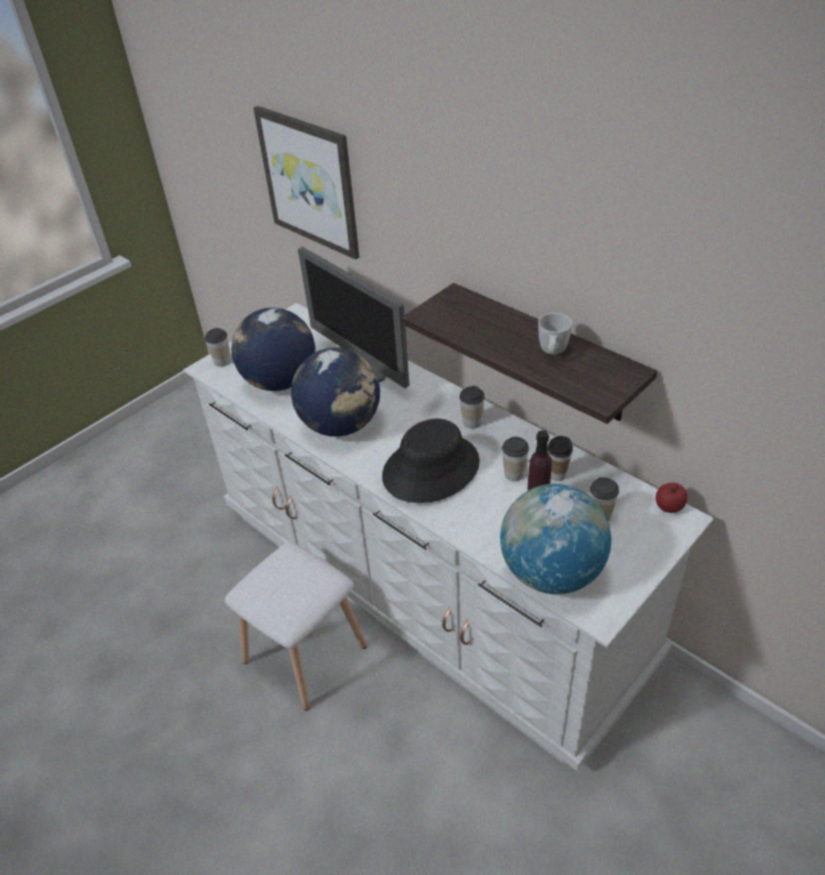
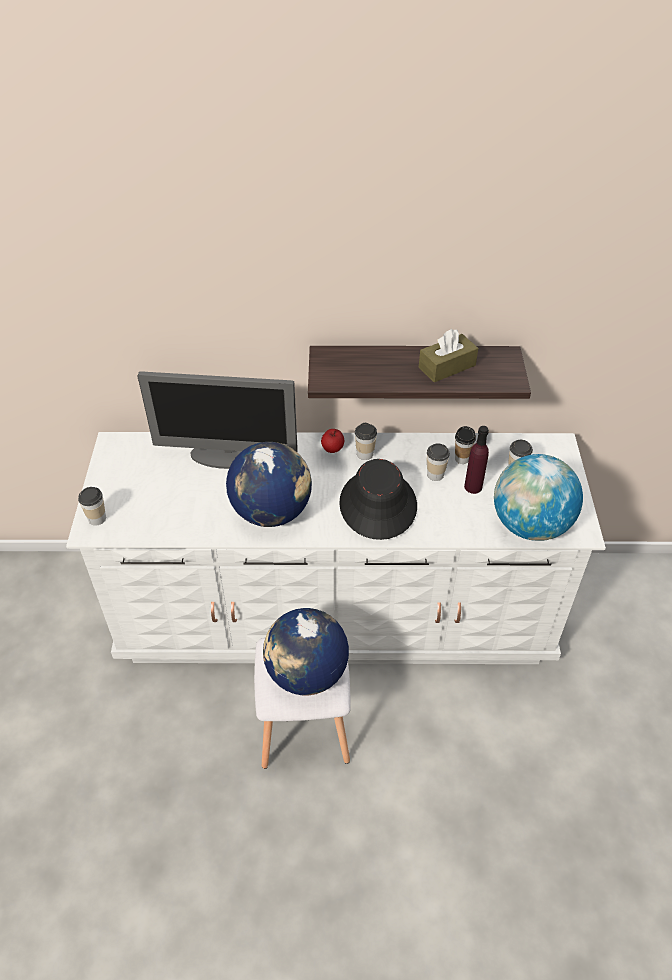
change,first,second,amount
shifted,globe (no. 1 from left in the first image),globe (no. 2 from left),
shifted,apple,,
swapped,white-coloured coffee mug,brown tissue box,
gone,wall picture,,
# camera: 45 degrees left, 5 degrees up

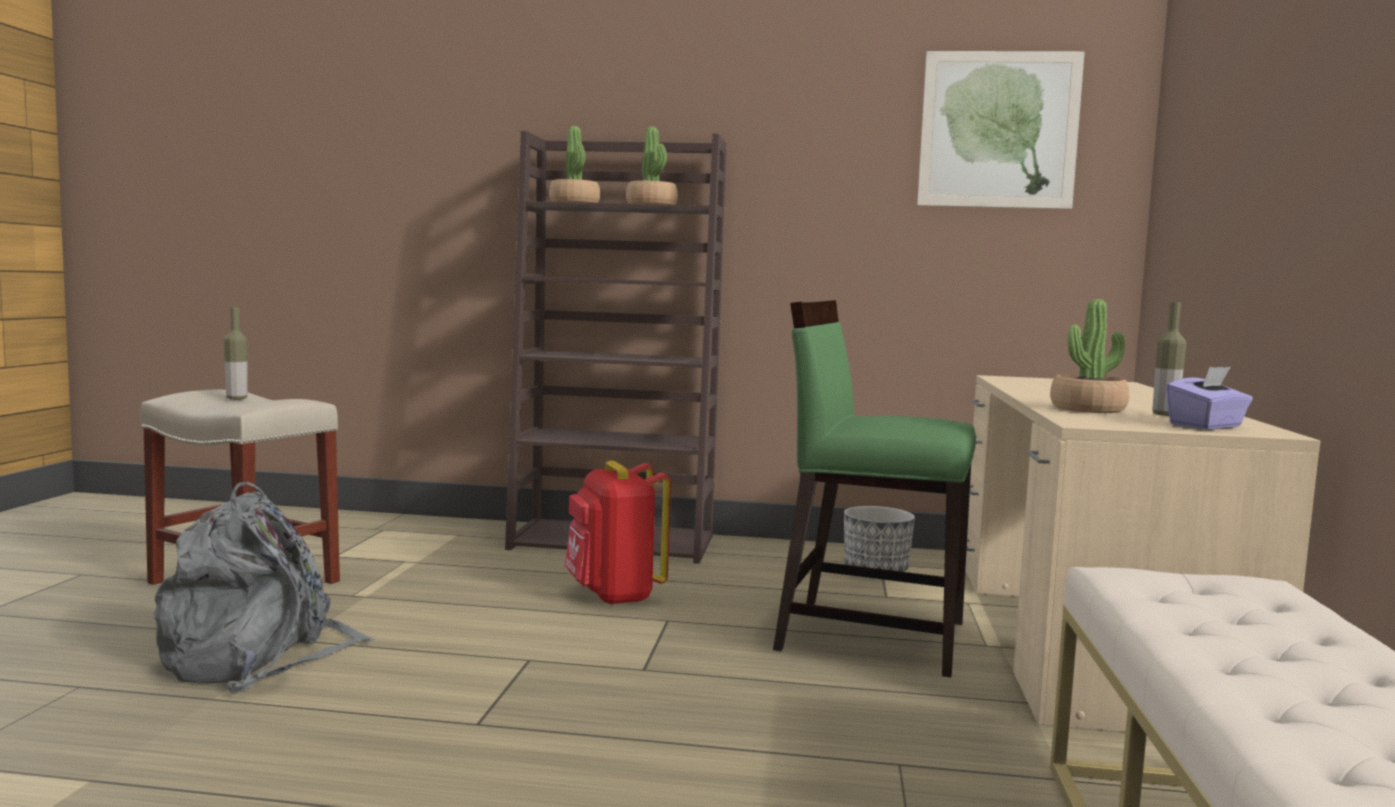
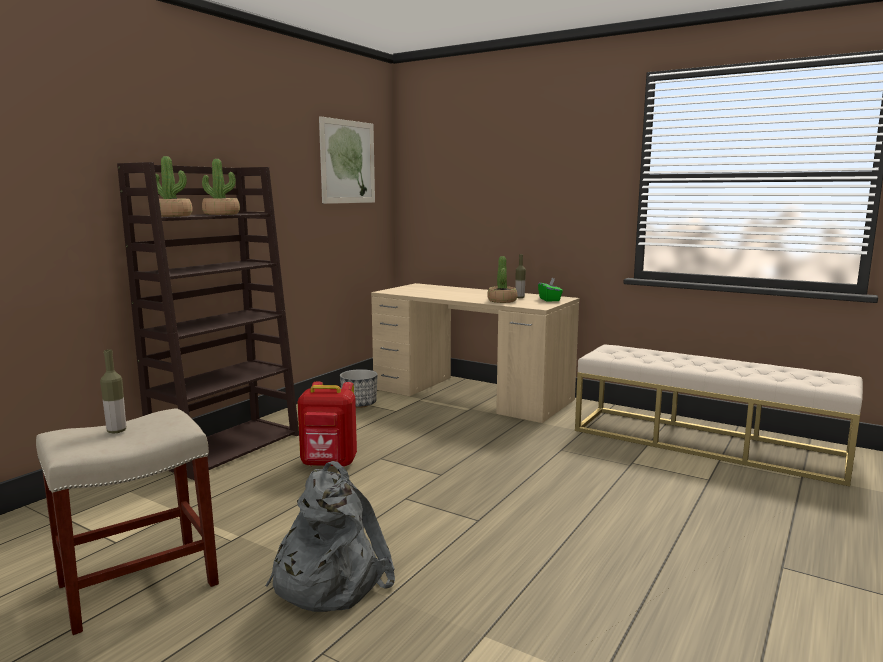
change,first,second,amount
repainted,purple tissue box,green tissue box,
gone,green chair,,
# camera: 65 degrees left, 5 degrees up

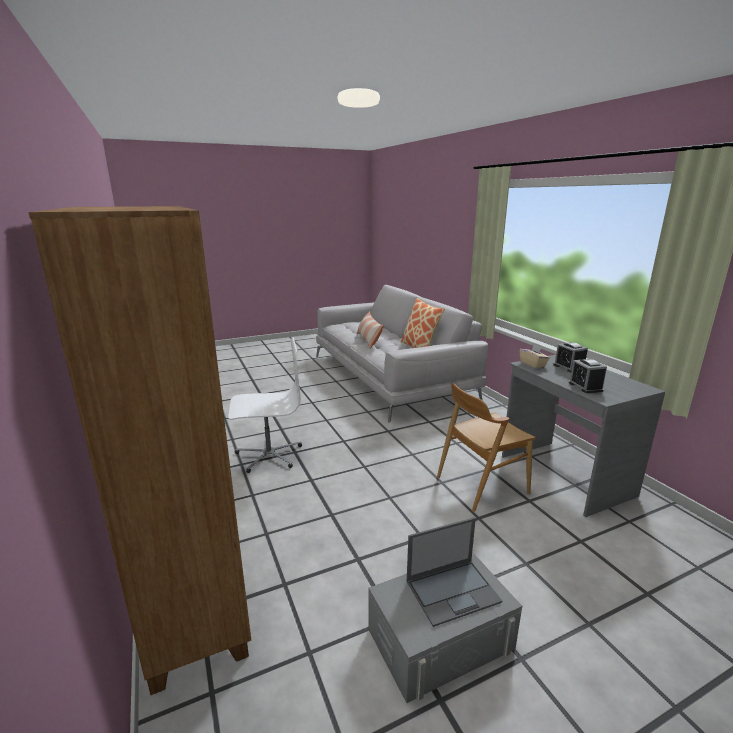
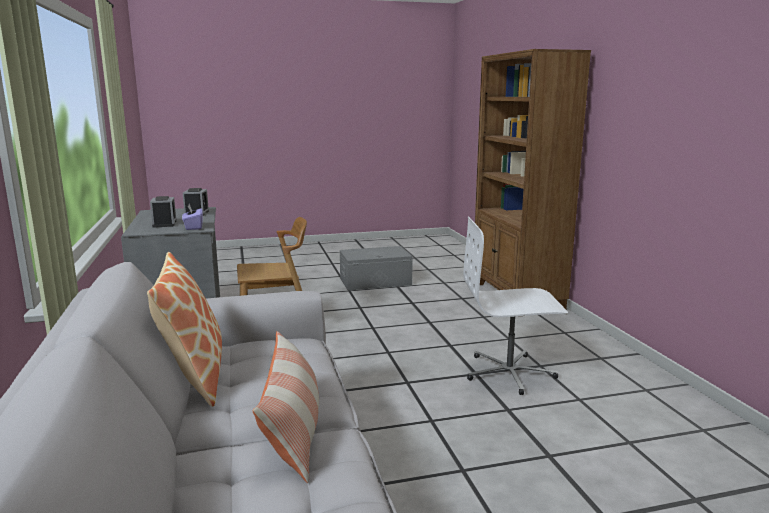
change,first,second,amount
repainted,sand-coloured tissue box,purple tissue box,
gone,notebook computer,,
# camera: 170 degrees left, 5 degrees down

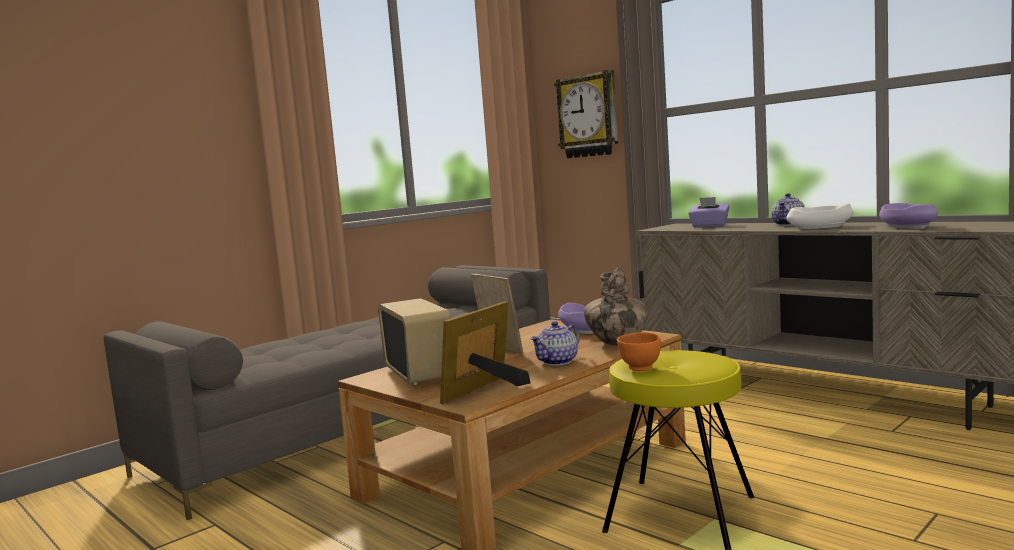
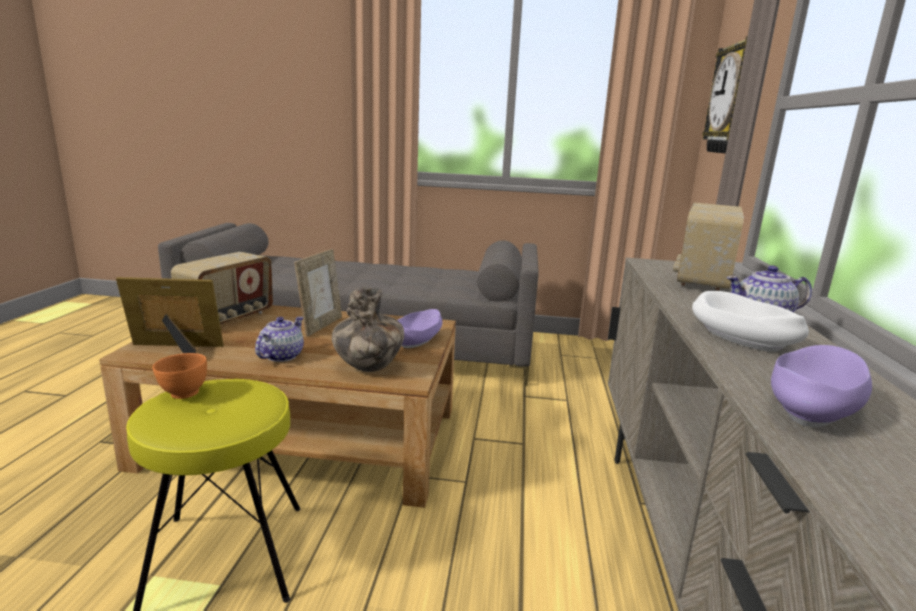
change,first,second,amount
rotated,teapot (no. 1 from left),,105 degrees clockwise
swapped,purple tissue box,radio (no. 2 from left),
# camera: 50 degrees right, 10 degrees up

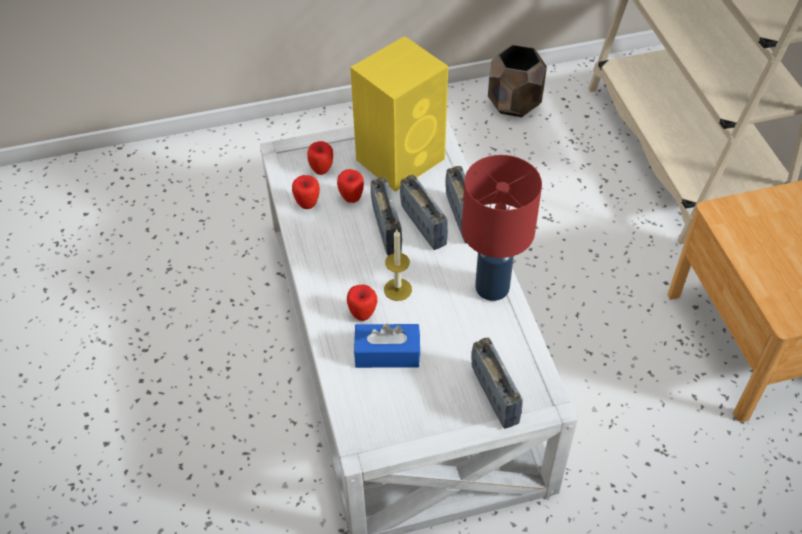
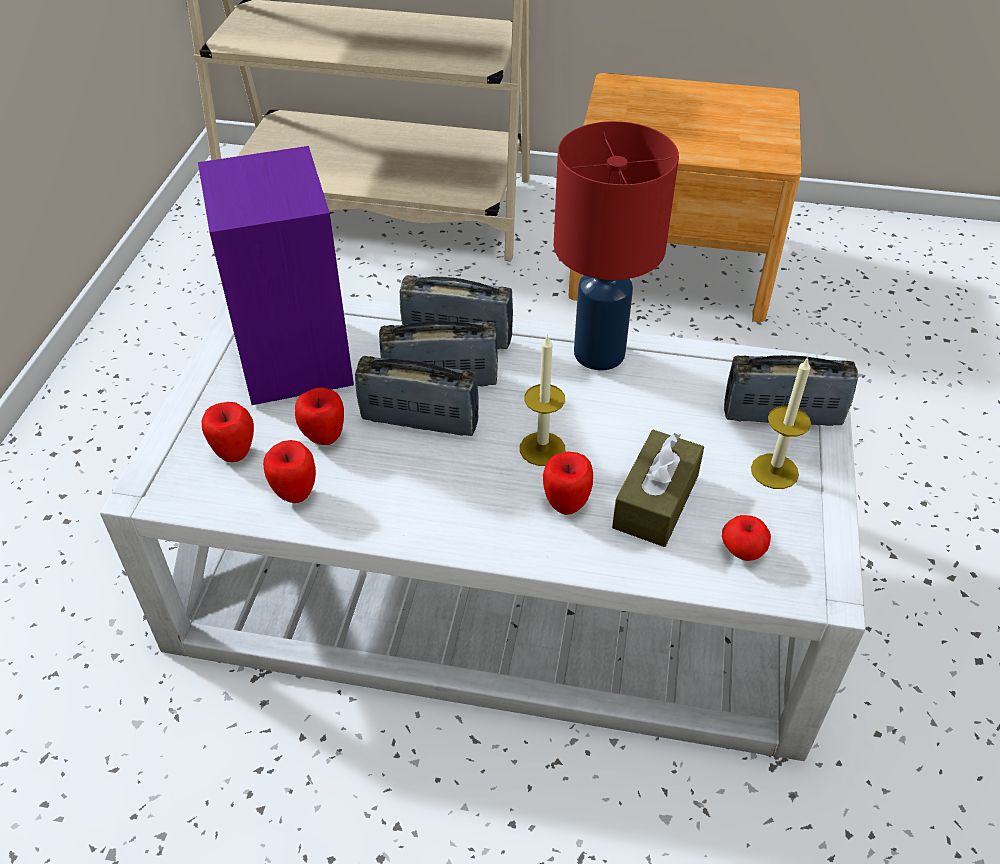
change,first,second,amount
repainted,yellow speaker,purple speaker,
repainted,blue-coloured tissue box,brown tissue box,
new,,apple (no. 5 from left),
new,,wax light (no. 2 from left),
gone,brown plant pot,,
# camera: 65 degrees left, 5 degrees down

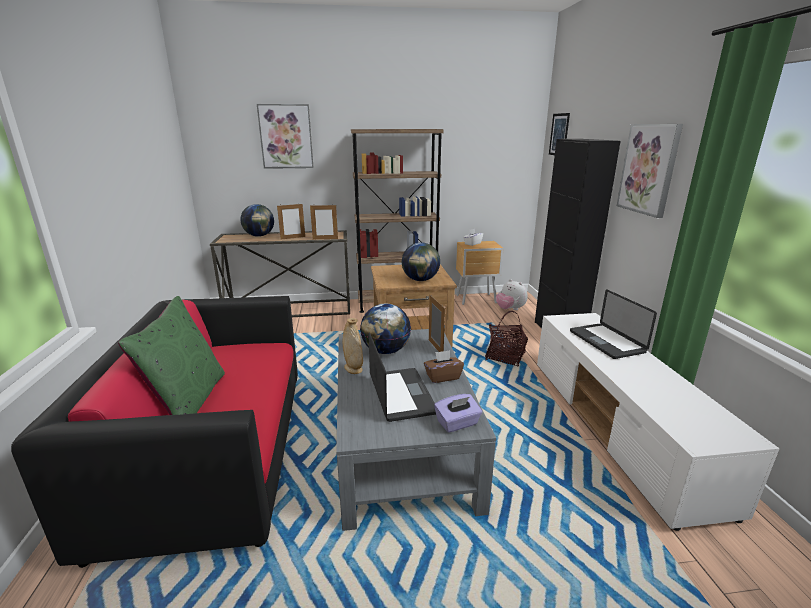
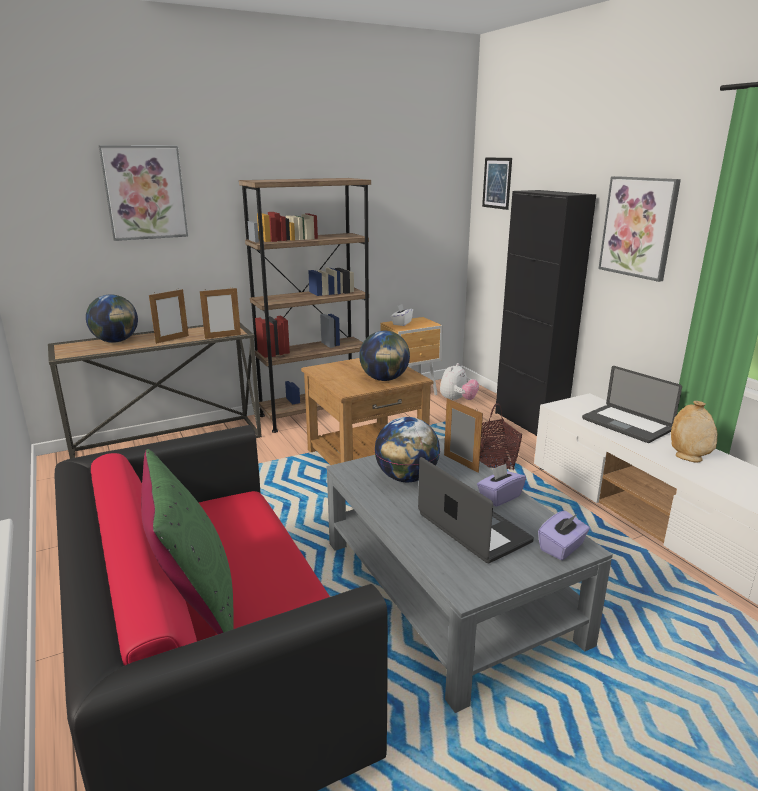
change,first,second,amount
rotated,soft toy,,90 degrees counterclockwise
repainted,brown tissue box,purple tissue box (no. 1 from left),
shifted,sand-coloured vase,,
# camera: 20 degrees left, 0 degrees up

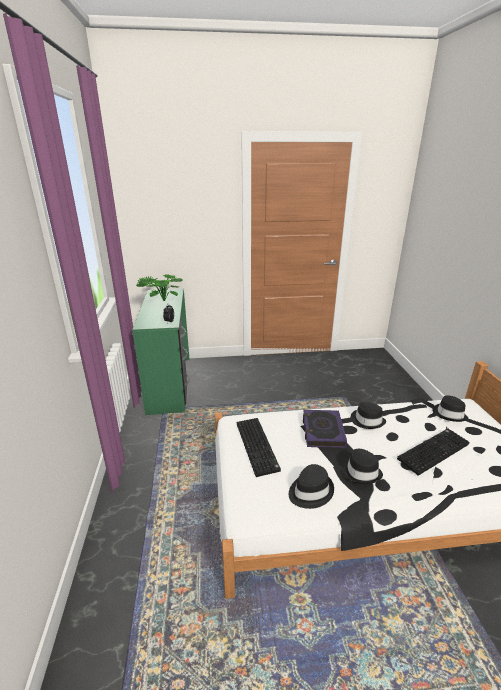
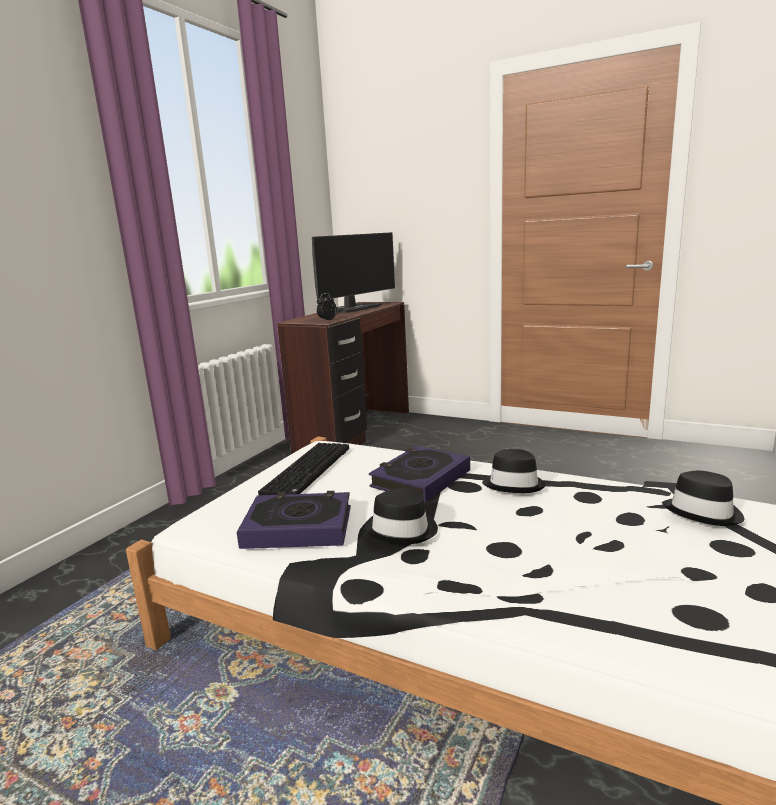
change,first,second,amount
swapped,black-coloured clothing hat (no. 1 from left),bound book (no. 1 from left),
repainted,green desk unit,brown desk unit,
swapped,plant in a pot,computer display,
gone,PC keyboard (no. 2 from left),,
# camera: 35 degrees right, 10 degrees down

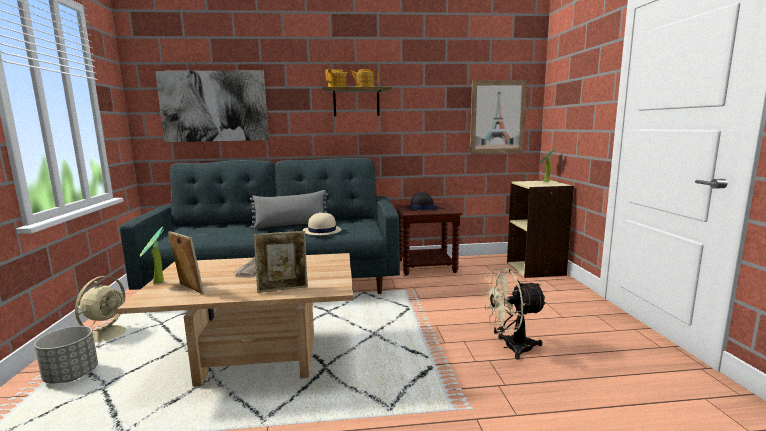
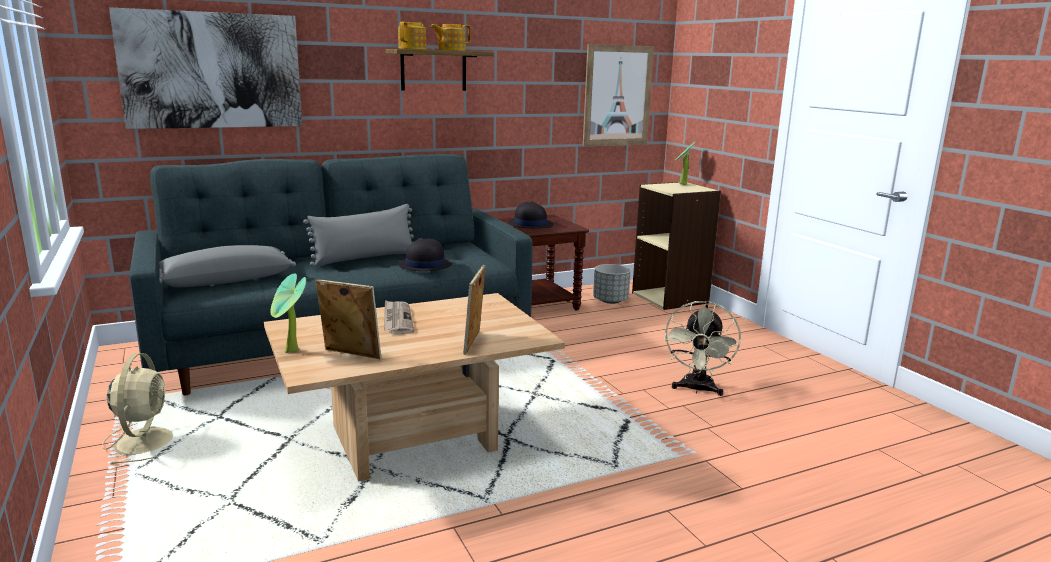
change,first,second,amount
new,,gray pillow (no. 1 from left),
repainted,sand-coloured clothing hat,black-coloured clothing hat (no. 1 from left),
rotated,standing frame (no. 2 from left),,135 degrees clockwise
shifted,gray plant pot,,
rotated,sand-coloured cooling fan (no. 2 from left),,45 degrees counterclockwise
# camera: 20 degrees left, 5 degrees up

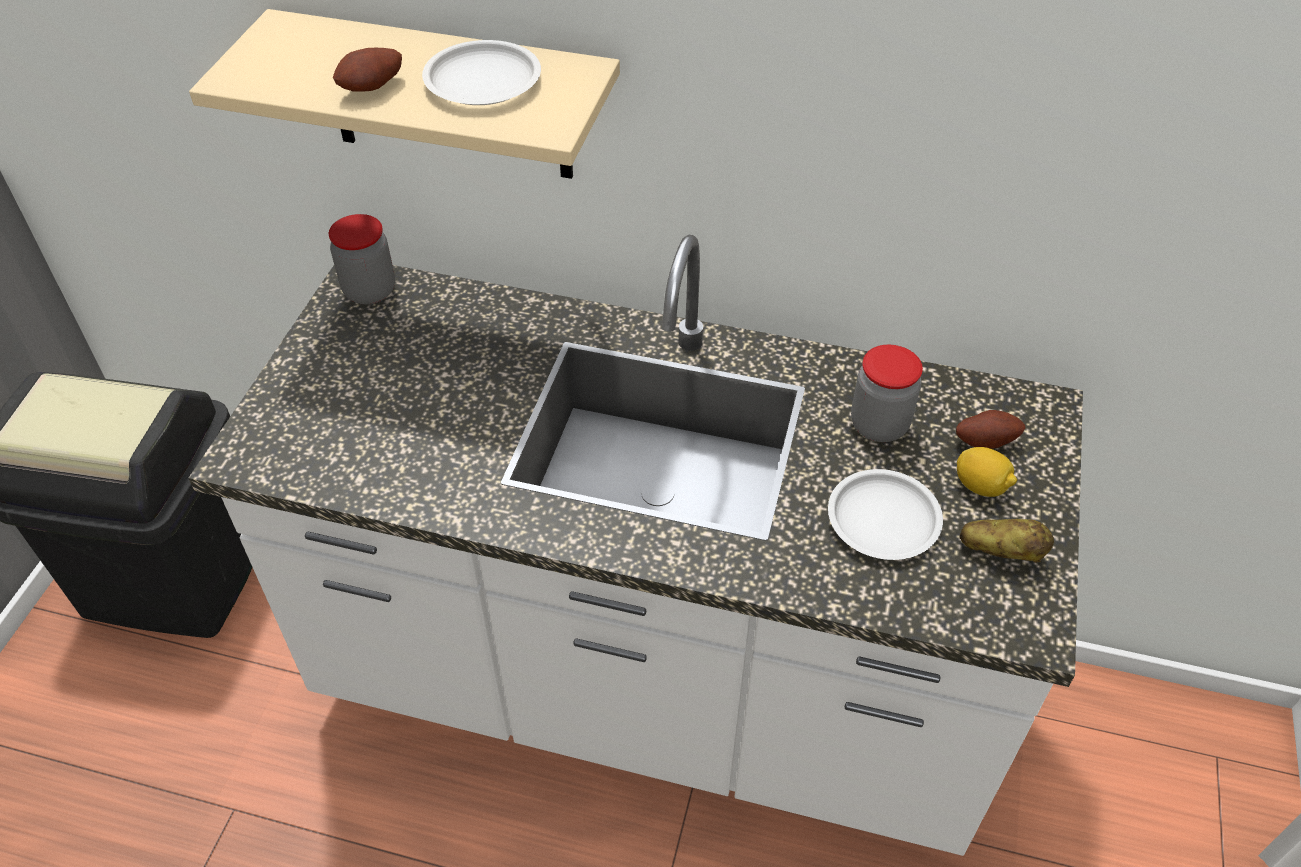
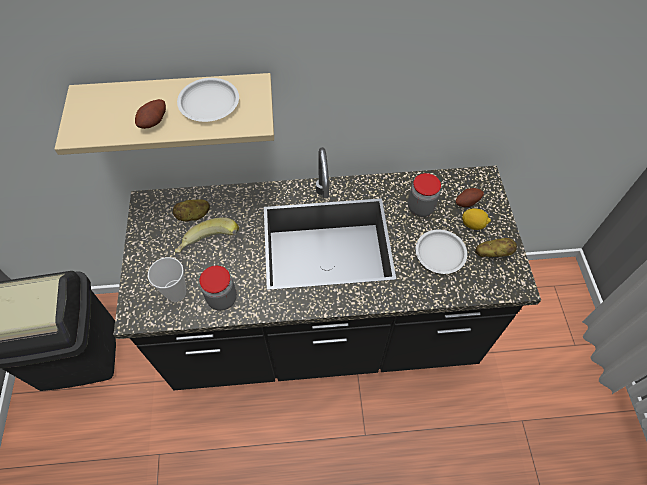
change,first,second,amount
repainted,white-coloured kitchen counter,black-coloured kitchen counter,
new,,small cup,
new,,whole potato (no. 2 from left),
new,,banana fruit,
shifted,preserve jar (no. 1 from left),,
# camera: 20 degrees left, 10 degrees up

